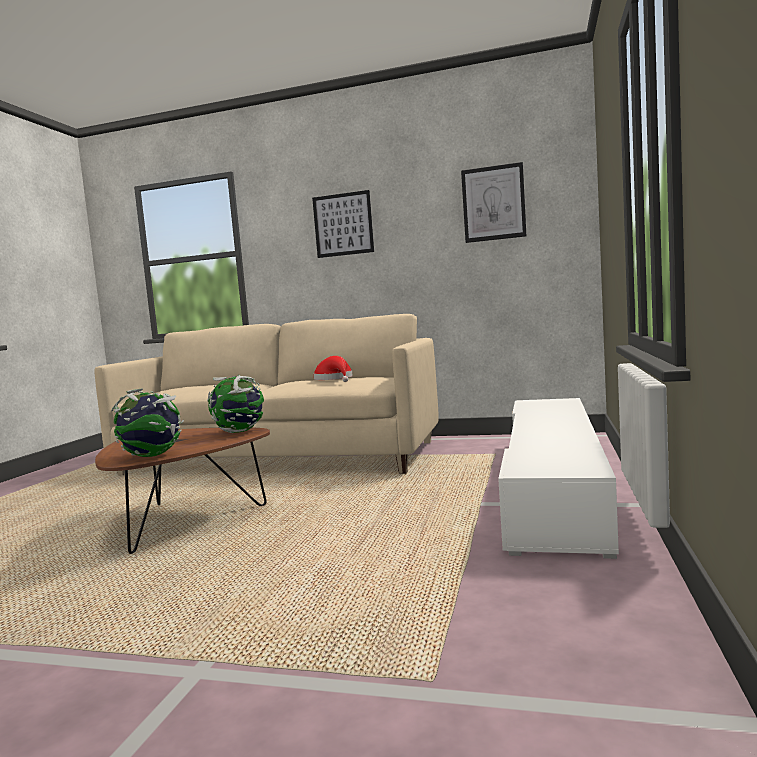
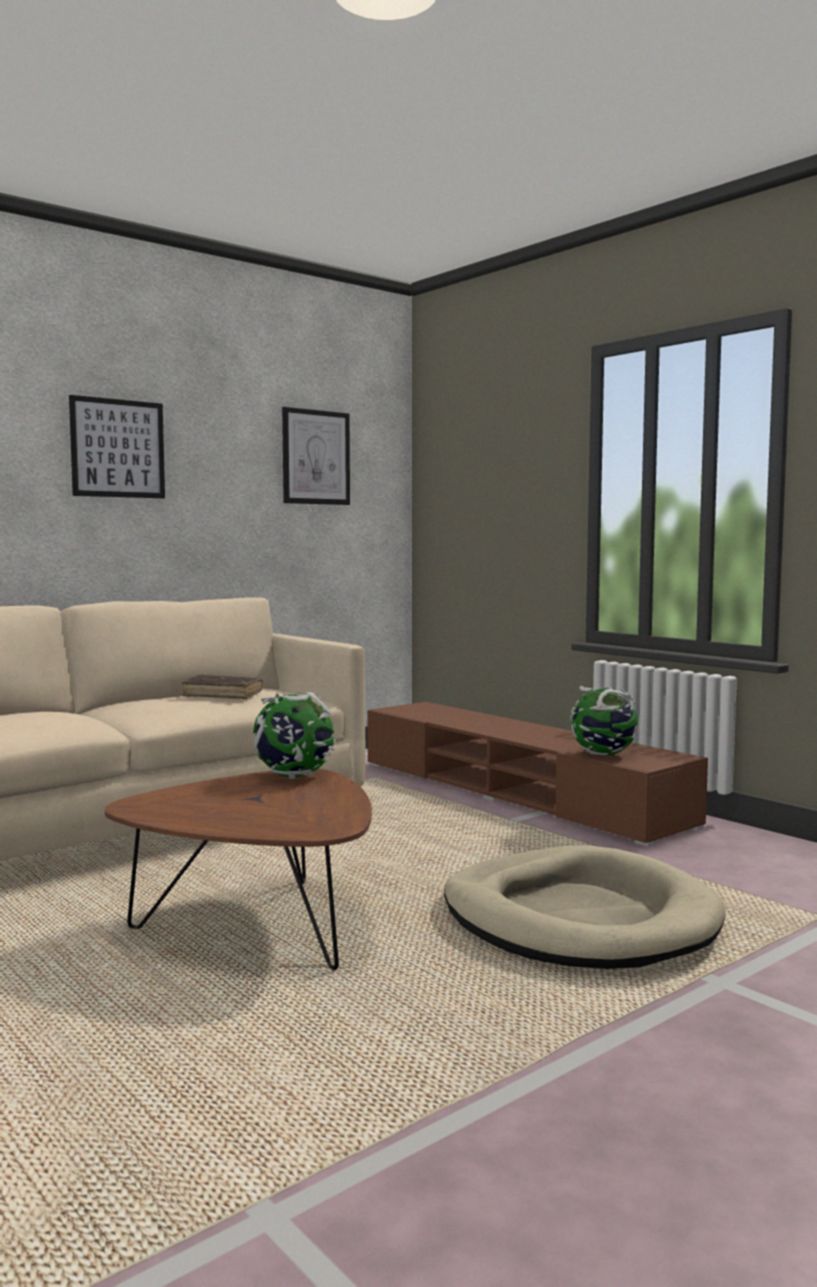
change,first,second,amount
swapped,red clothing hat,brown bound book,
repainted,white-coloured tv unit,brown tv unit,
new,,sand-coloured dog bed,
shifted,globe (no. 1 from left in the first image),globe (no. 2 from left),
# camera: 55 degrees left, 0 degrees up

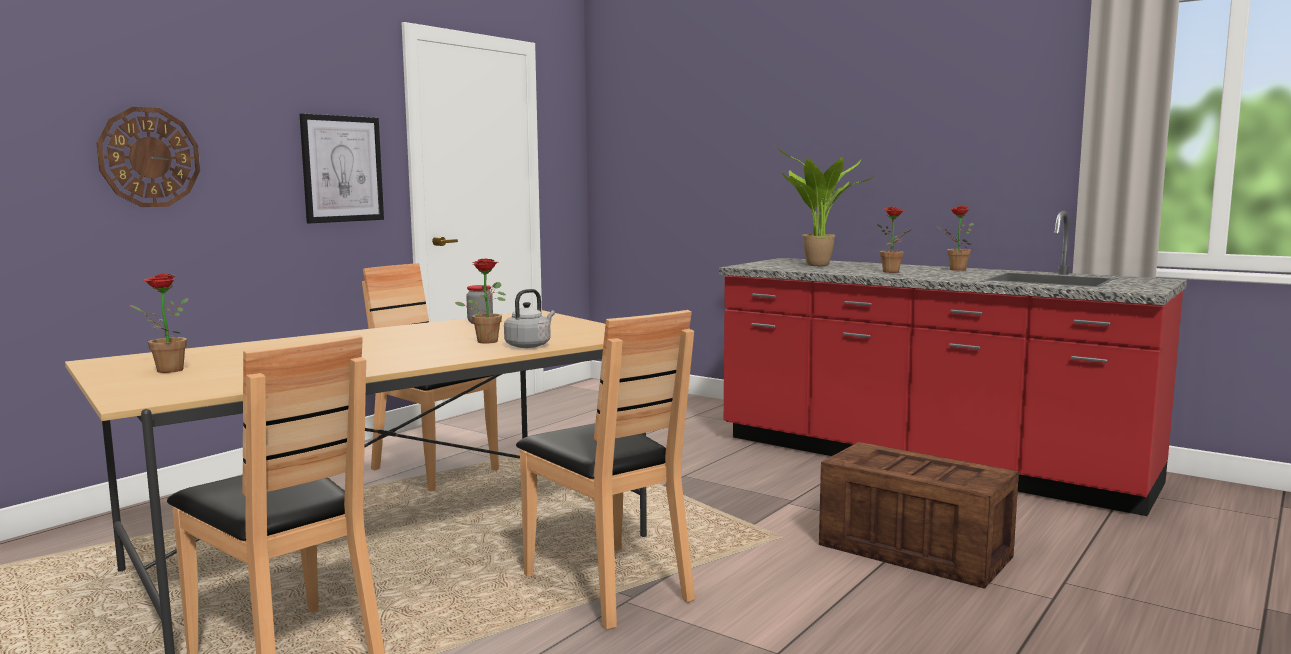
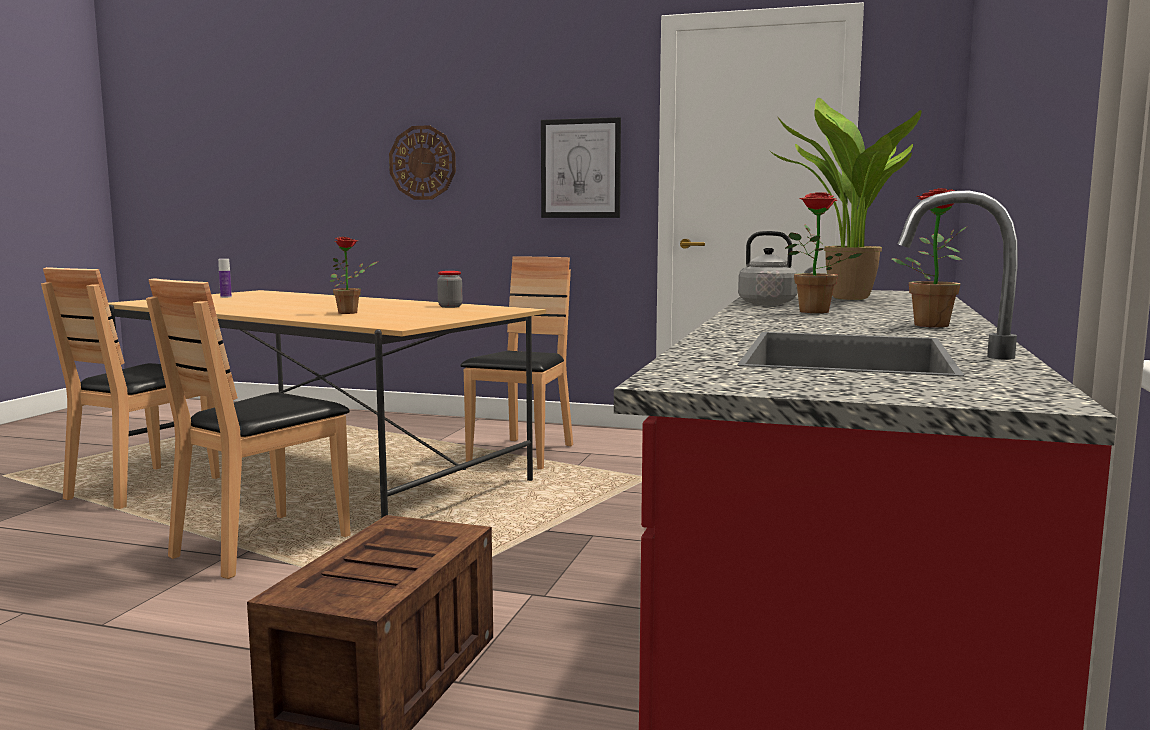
change,first,second,amount
swapped,plant in a pot (no. 1 from left),beverage bottle,
shifted,gray kettle,,
# camera: 70 degrees right, 0 degrees up

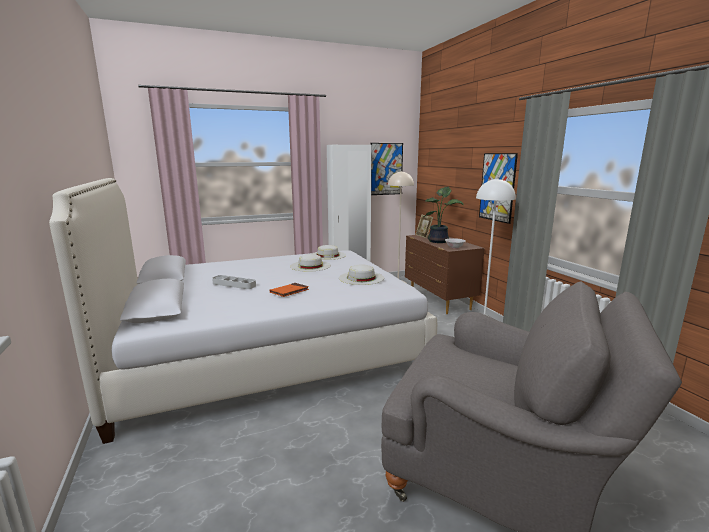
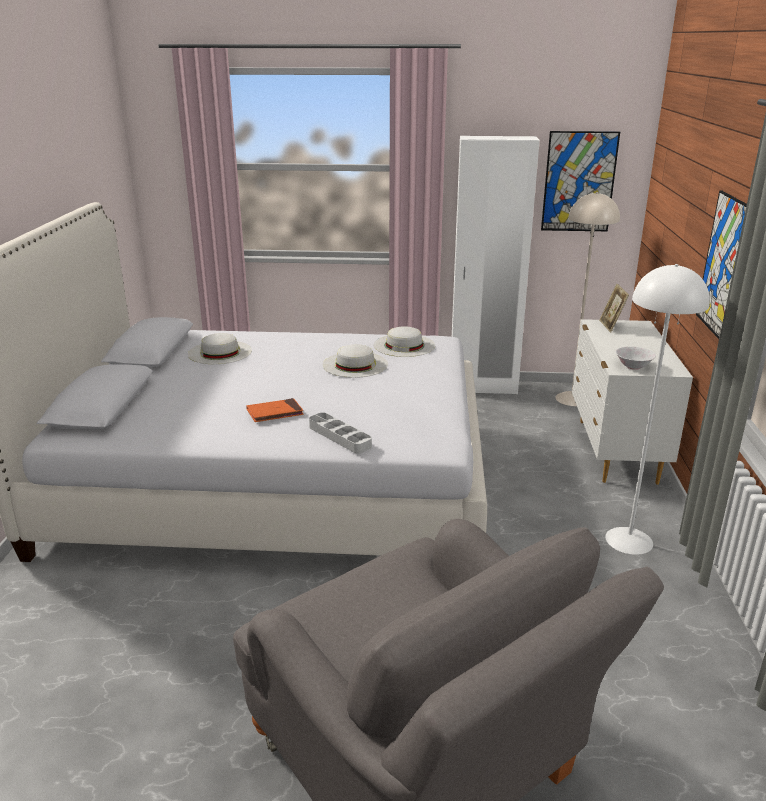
change,first,second,amount
shifted,white-coloured clothing hat (no. 3 from left in the first image),white-coloured clothing hat (no. 1 from left),
shifted,gray tray,,
repainted,brown dresser,white-coloured dresser,
gone,plant in a pot,,
# camera: 25 degrees right, 10 degrees up

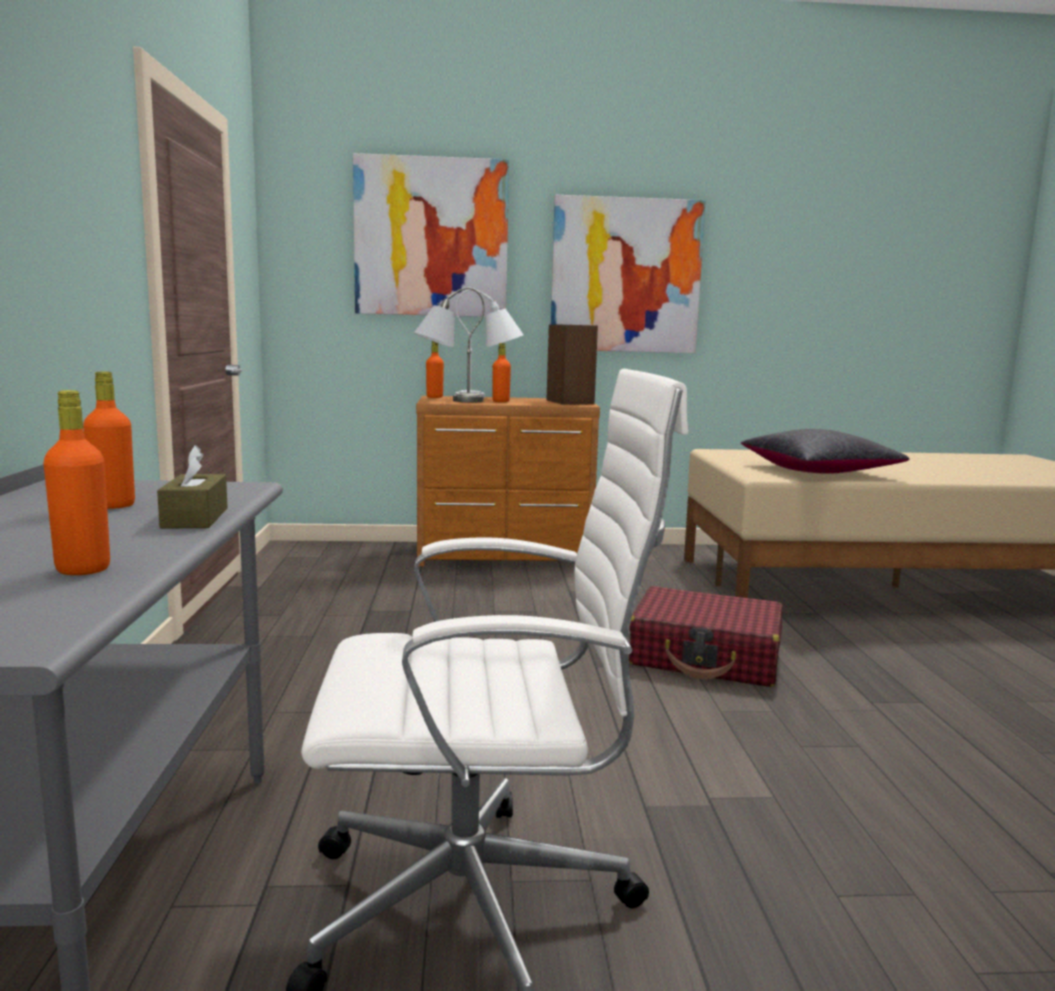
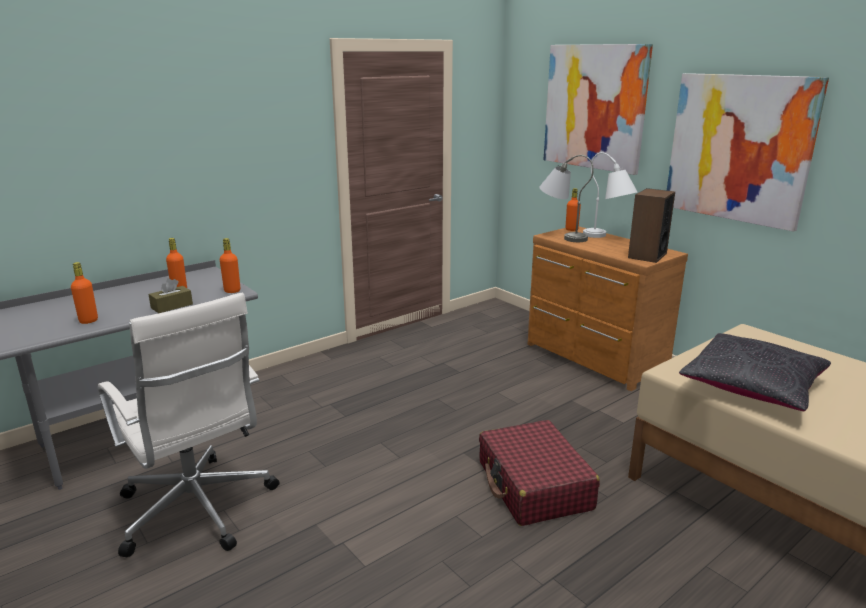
change,first,second,amount
shifted,orange beverage bottle (no. 4 from left in the first image),orange beverage bottle (no. 3 from left),
# camera: 55 degrees right, 10 degrees up

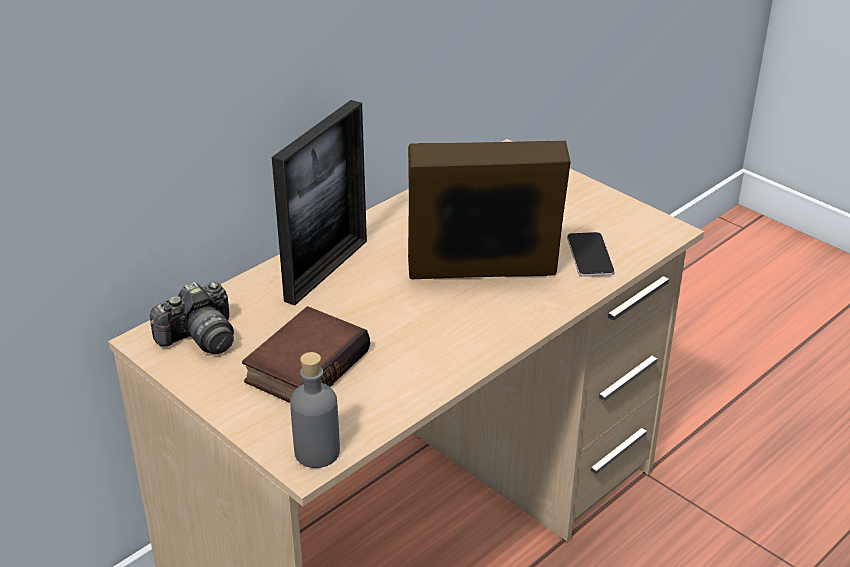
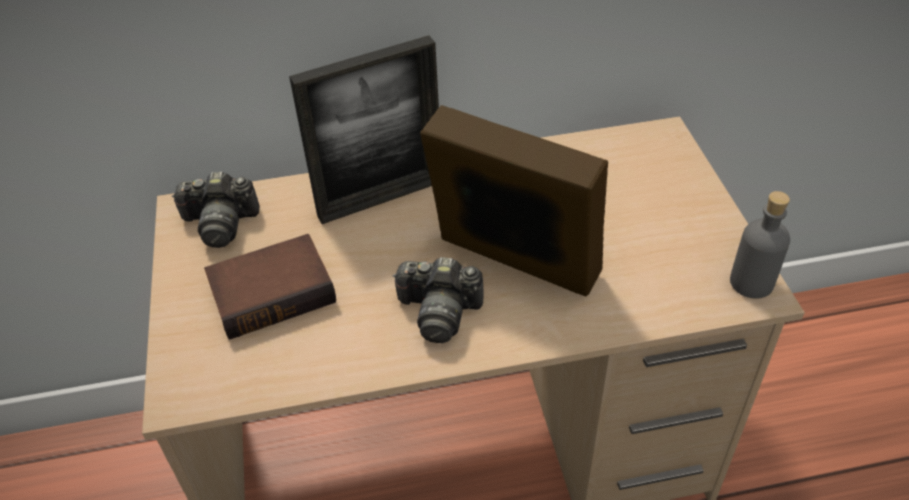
change,first,second,amount
new,,still camera (no. 2 from left),
shifted,gray beverage bottle,,
gone,handset,,
# camera: 35 degrees right, 10 degrees up

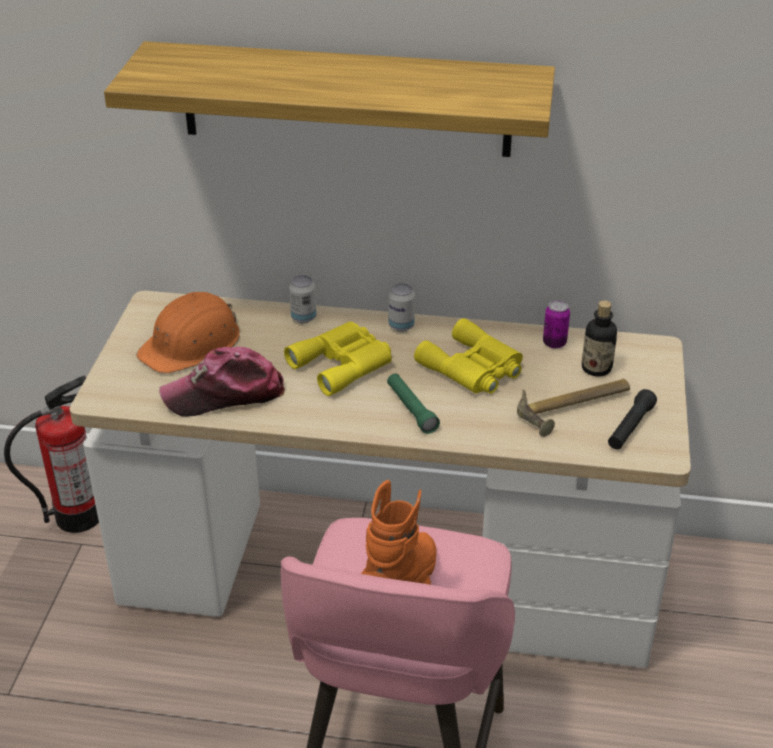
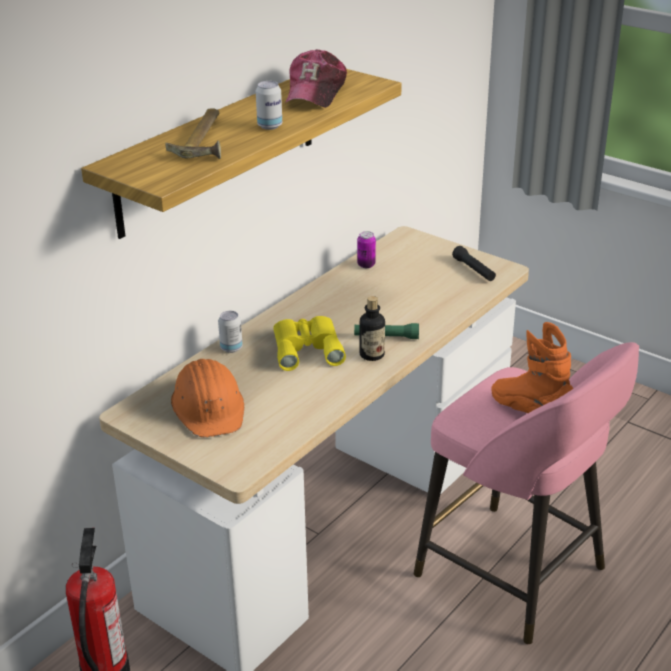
change,first,second,amount
shifted,hammer,,
shifted,metal can (no. 2 from left),,
shifted,cap,,
shifted,beverage bottle,,
gone,yellow pair of binoculars (no. 2 from left),,
# camera: 60 degrees left, 5 degrees down

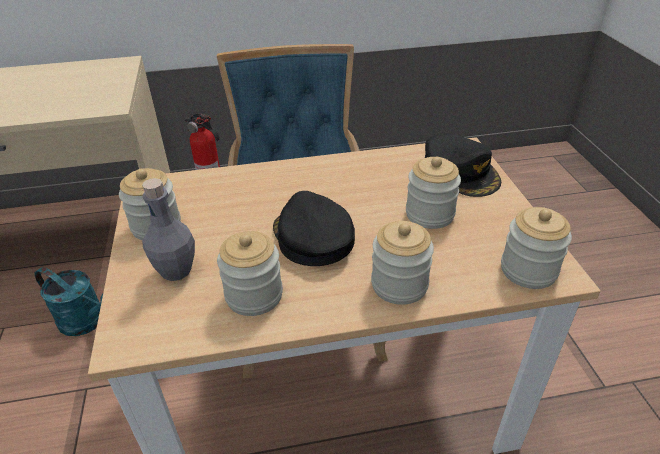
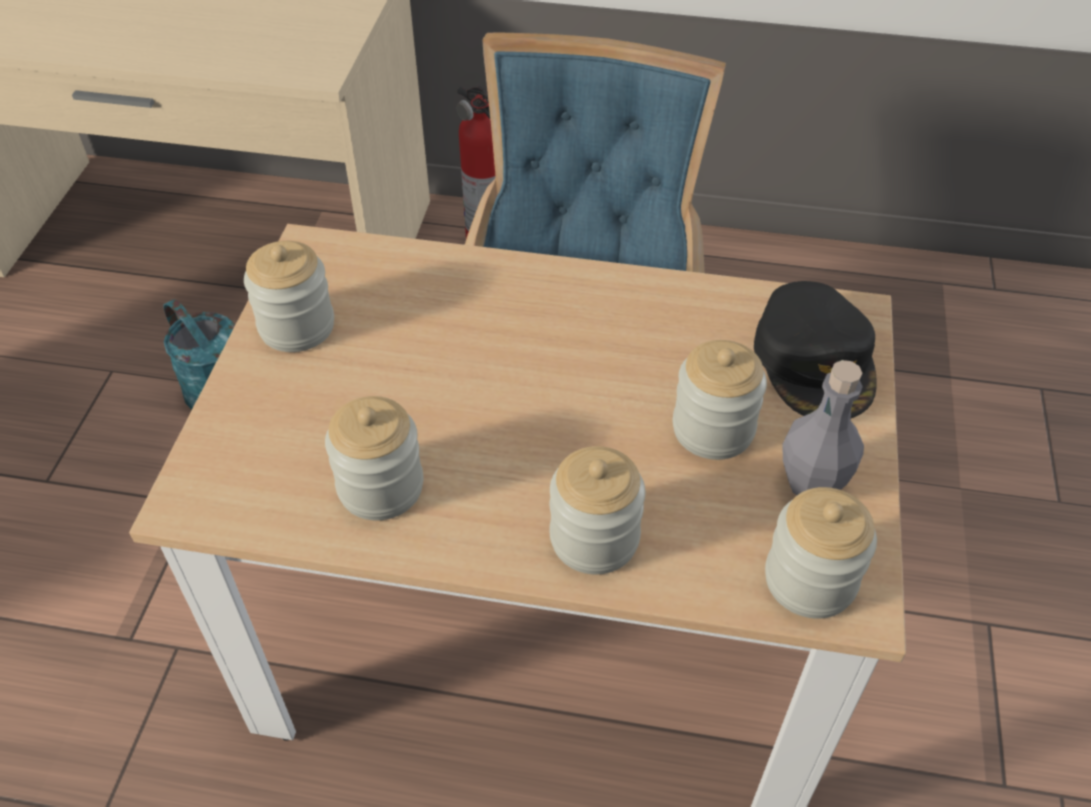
change,first,second,amount
shifted,gray beverage bottle,,
gone,black-coloured cap (no. 1 from left),,
# camera: 20 degrees right, 10 degrees up

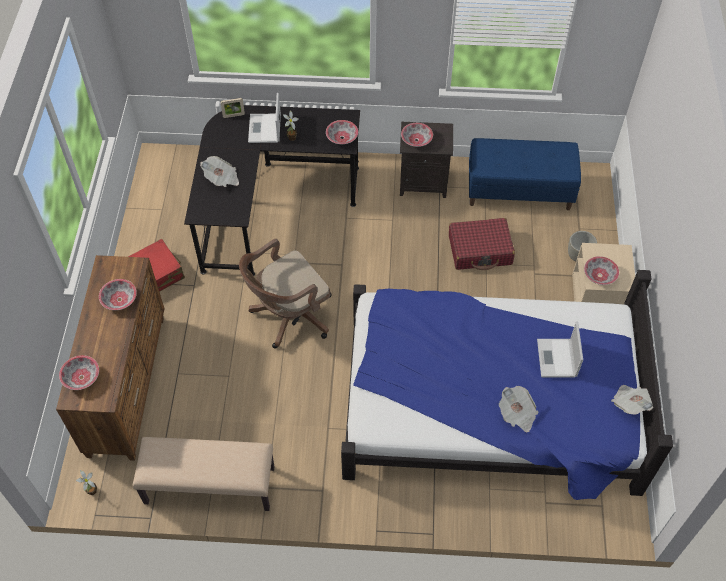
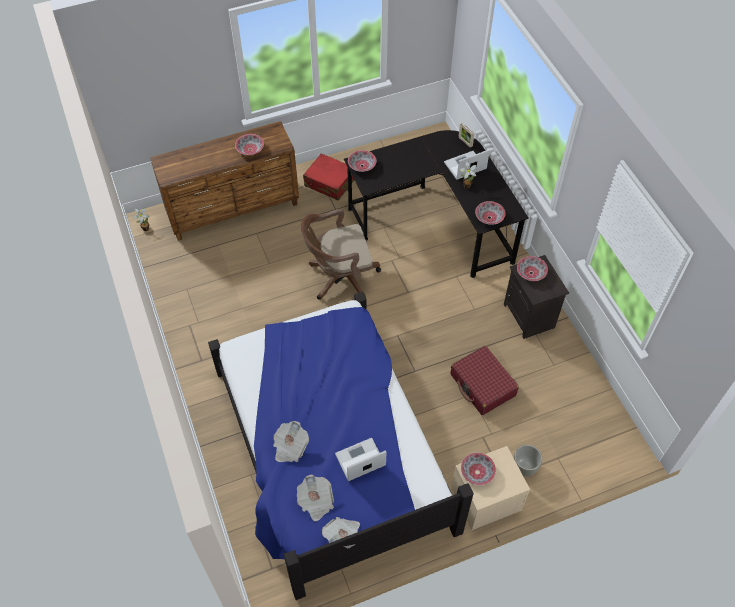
change,first,second,amount
shifted,daily paper (no. 1 from left in the first image),daily paper (no. 2 from left),
rotated,brown computer chair,,45 degrees counterclockwise
shifted,bowl (no. 1 from left in the first image),bowl (no. 2 from left),
gone,sand-coloured indoor bench,,
gone,blue-coloured indoor bench,,
# camera: 65 degrees right, 0 degrees up

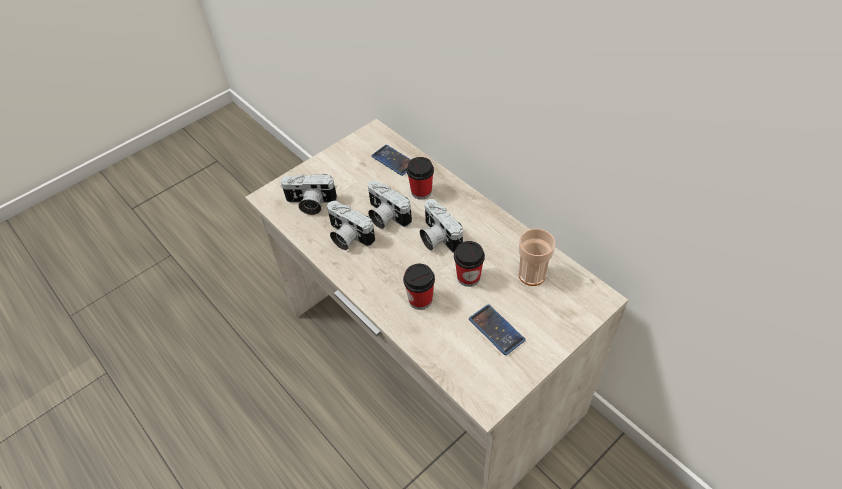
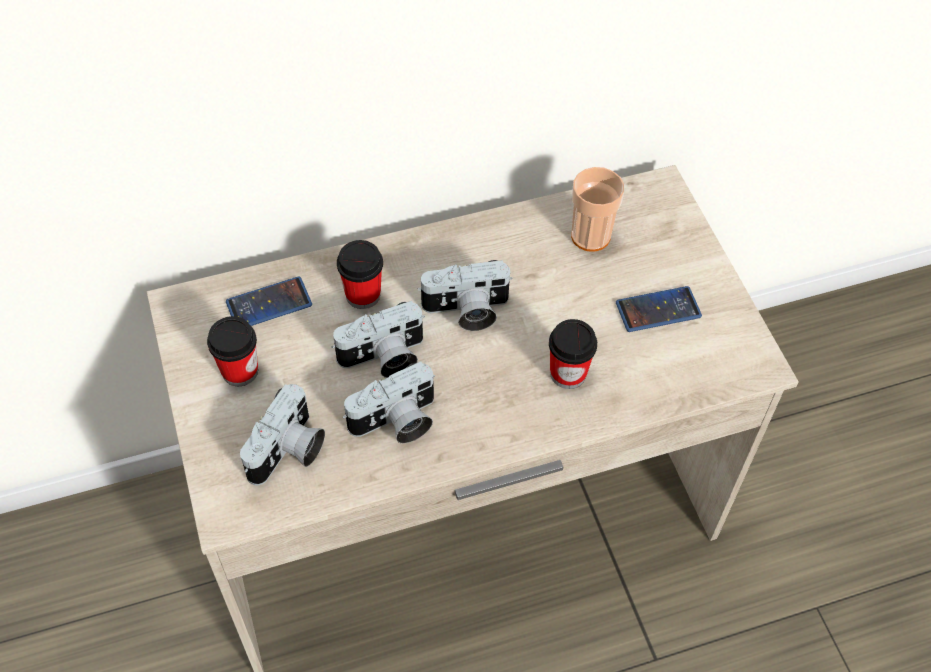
change,first,second,amount
shifted,small cup (no. 3 from left in the first image),small cup (no. 1 from left),
# camera: 70 degrees left, 5 degrees up

